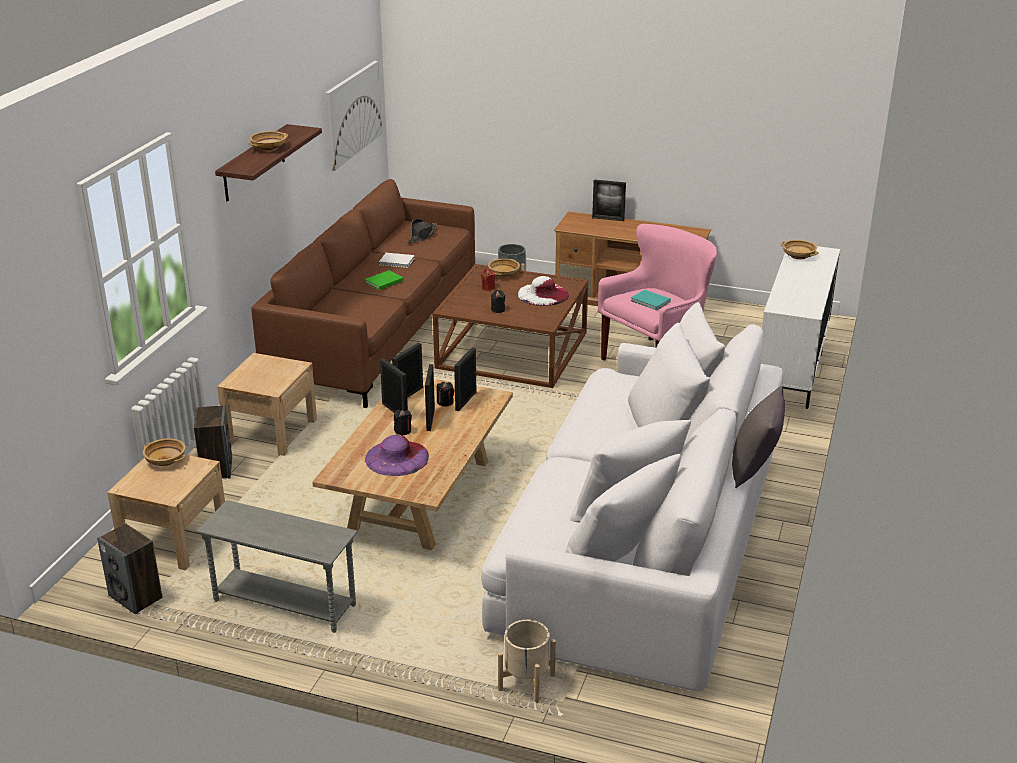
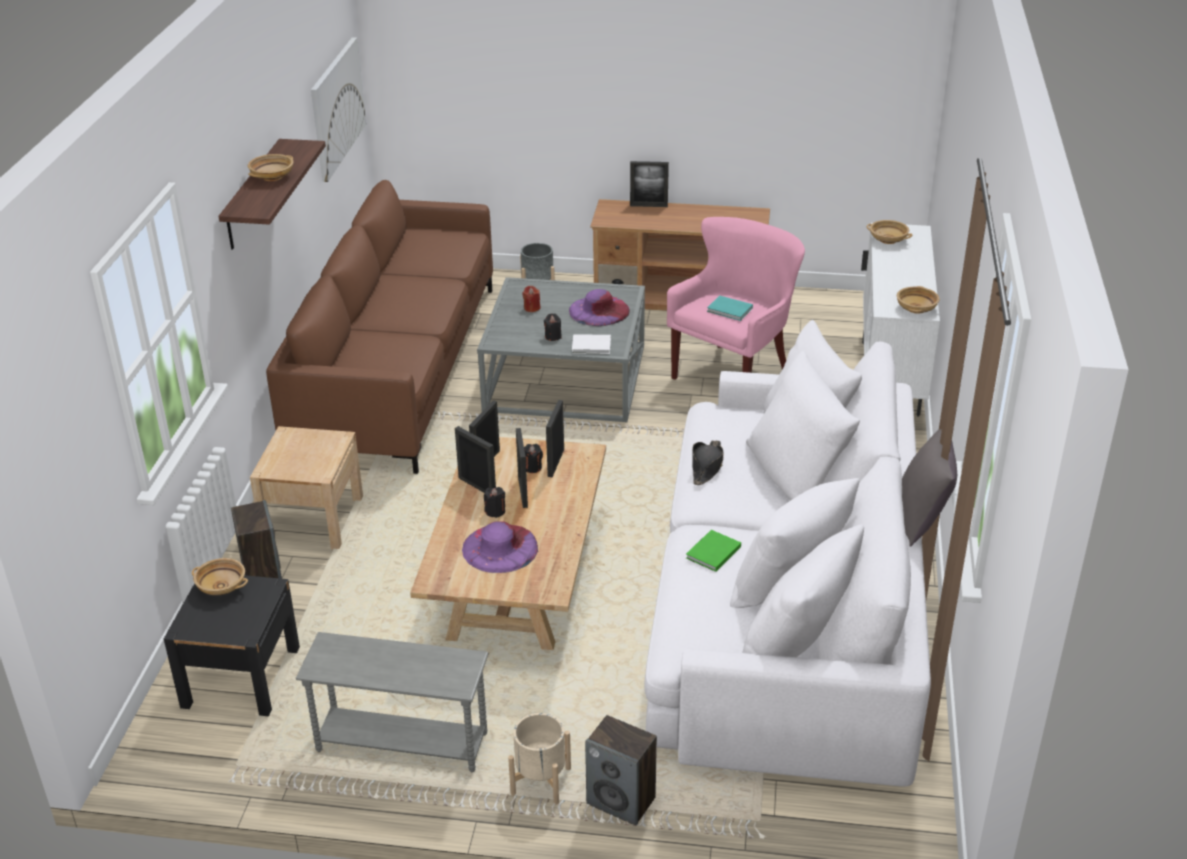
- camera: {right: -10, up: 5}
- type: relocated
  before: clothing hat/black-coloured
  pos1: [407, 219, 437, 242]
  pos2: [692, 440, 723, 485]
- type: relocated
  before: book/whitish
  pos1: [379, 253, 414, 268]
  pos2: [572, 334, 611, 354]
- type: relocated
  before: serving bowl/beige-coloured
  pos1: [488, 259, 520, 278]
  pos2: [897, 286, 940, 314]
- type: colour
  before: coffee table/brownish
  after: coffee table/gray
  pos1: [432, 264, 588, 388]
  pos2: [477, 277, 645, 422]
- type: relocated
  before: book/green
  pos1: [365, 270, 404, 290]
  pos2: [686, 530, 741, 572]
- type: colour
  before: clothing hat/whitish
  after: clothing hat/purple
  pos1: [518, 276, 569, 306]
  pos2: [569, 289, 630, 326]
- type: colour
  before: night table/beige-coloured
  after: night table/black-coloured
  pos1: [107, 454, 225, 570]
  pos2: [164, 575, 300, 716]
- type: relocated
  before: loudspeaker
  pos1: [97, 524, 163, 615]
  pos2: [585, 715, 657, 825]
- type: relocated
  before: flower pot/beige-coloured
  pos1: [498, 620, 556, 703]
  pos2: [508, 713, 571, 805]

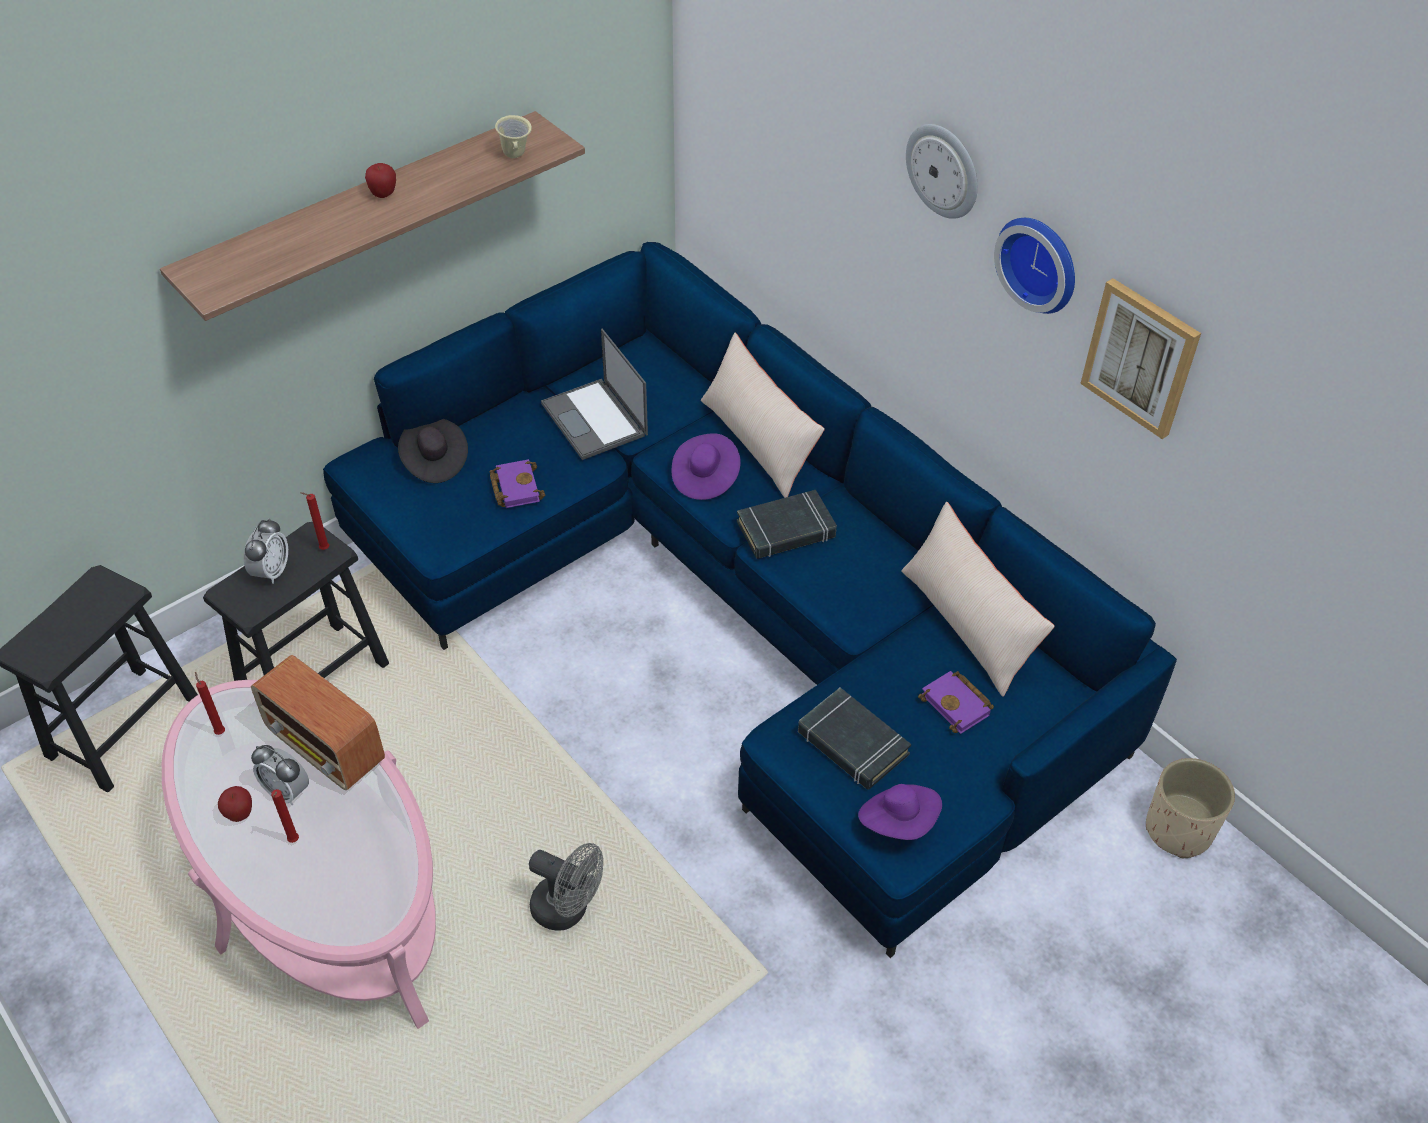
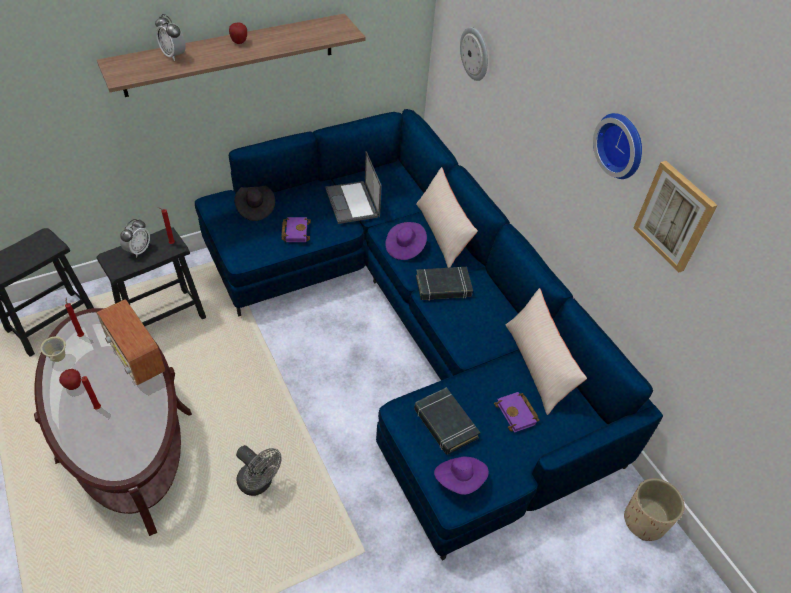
- camera: {right: 10, up: 0}
- type: relocated
  before: mug/beige-coloured
  pos1: [495, 115, 532, 158]
  pos2: [41, 336, 66, 362]
- type: relocated
  before: clock on the wall
  pos1: [906, 124, 978, 219]
  pos2: [460, 27, 488, 81]
- type: colour
  before: coffee table/pinkish
  after: coffee table/brownish
  pos1: [162, 680, 436, 1029]
  pos2: [34, 308, 192, 536]
- type: relocated
  before: alarm clock
  pos1: [251, 745, 309, 805]
  pos2: [155, 14, 186, 61]

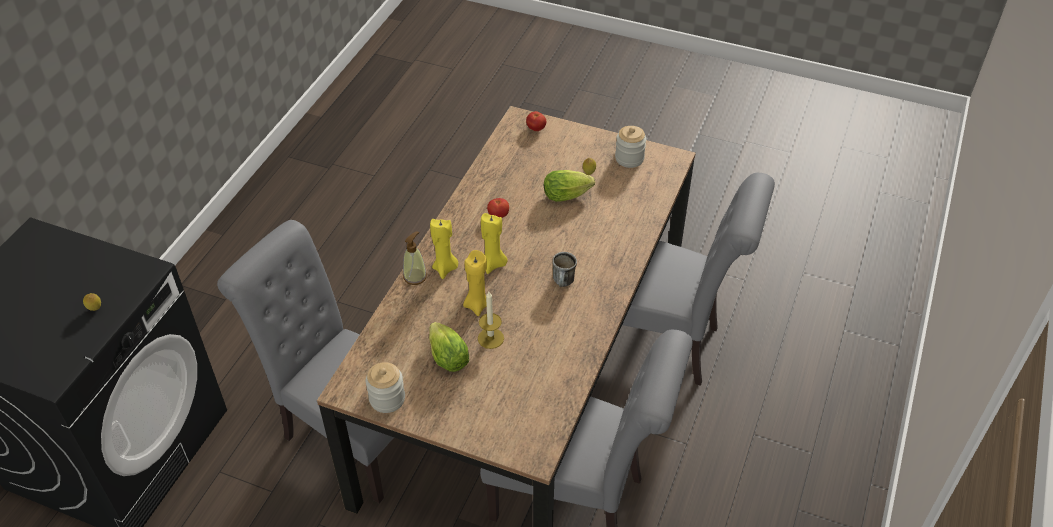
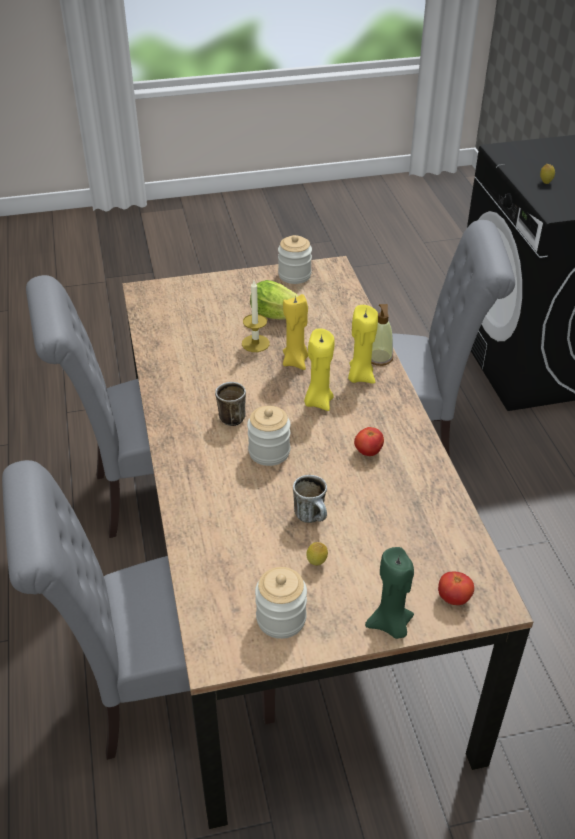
- camera: {right: 145, up: -5}
- type: exchanged
  before: head of lettuce
  after: mug
  pos1: [544, 170, 595, 202]
  pos2: [293, 475, 327, 523]
- type: appeared
  after: preserve jar
  pos2: [247, 406, 290, 466]
- type: appeared
  after: candle/green
  pos2: [365, 547, 414, 639]

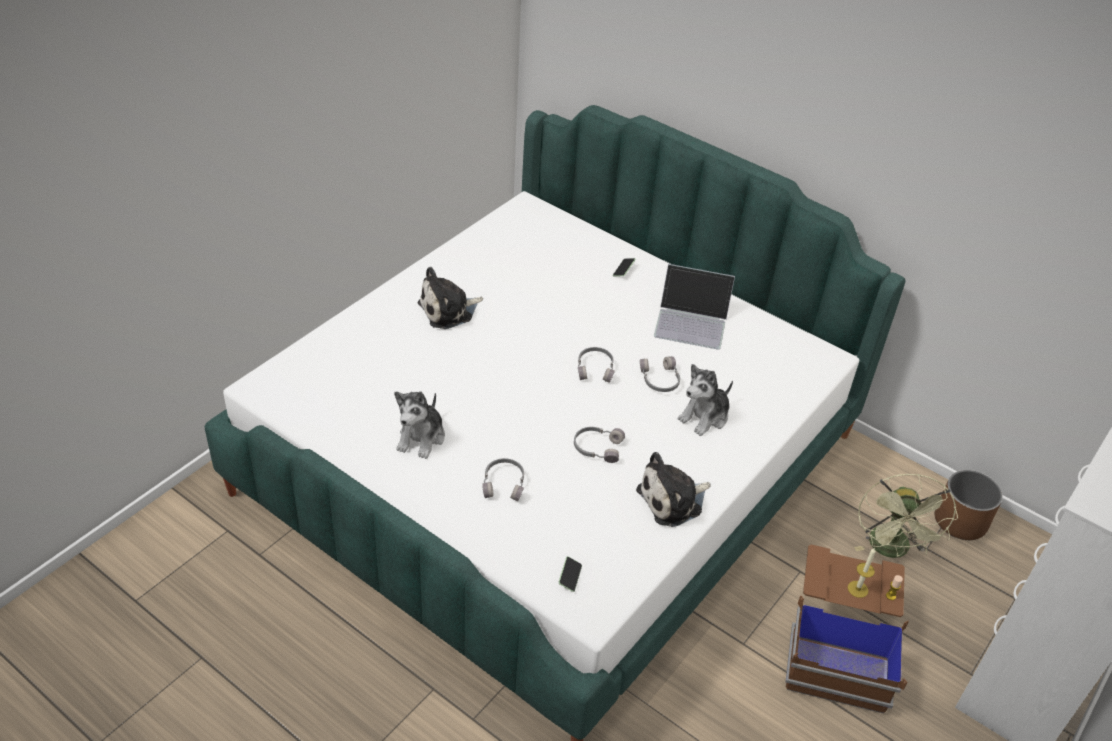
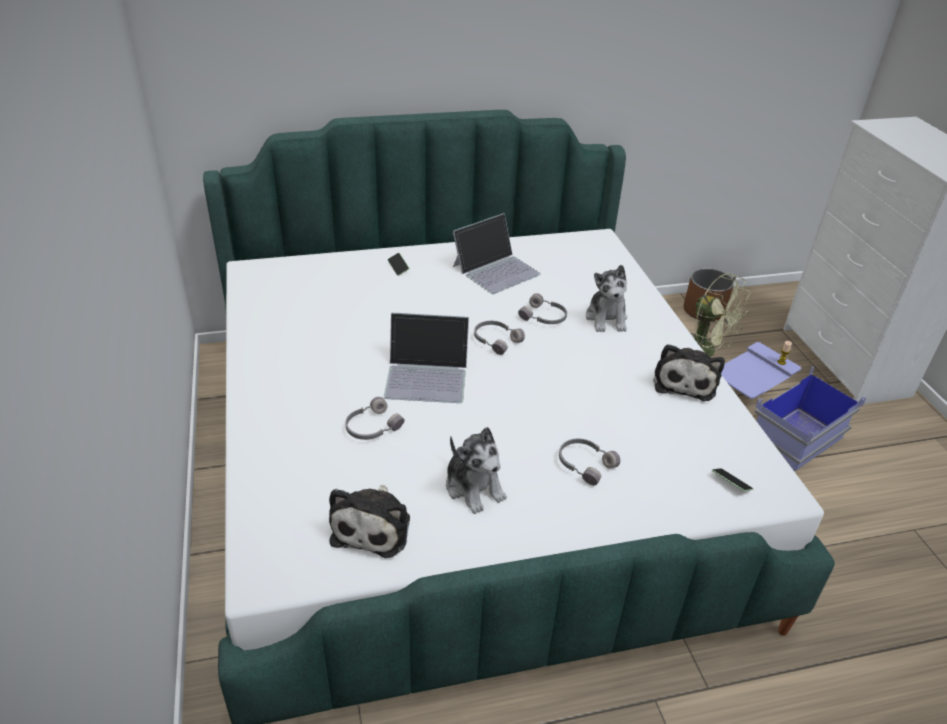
- camera: {right: -50, up: -5}
- type: relocated
  before: cuddly toy
  pos1: [418, 267, 483, 329]
  pos2: [329, 485, 410, 558]
- type: relocated
  before: pair of headphones/gray
  pos1: [574, 427, 625, 463]
  pos2: [346, 397, 405, 440]
- type: colour
  before: storage bin/brownish
  after: storage bin/bluish
  pos1: [785, 545, 909, 713]
  pos2: [721, 342, 866, 472]
- type: missing
  before: candle
  pos1: [848, 548, 876, 598]
- type: appeared
  after: laptop
  pos2: [383, 313, 469, 403]

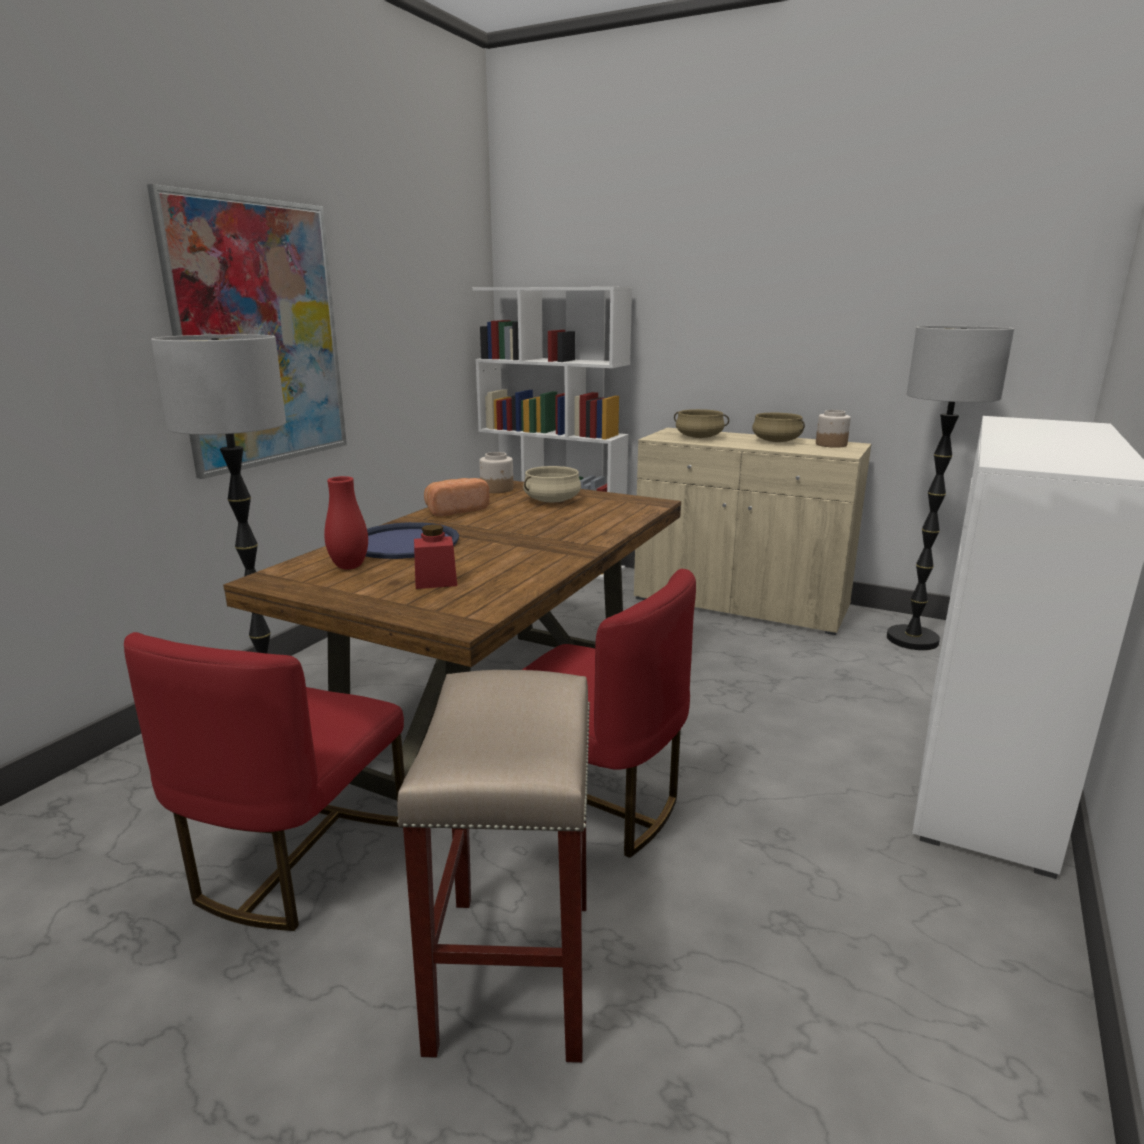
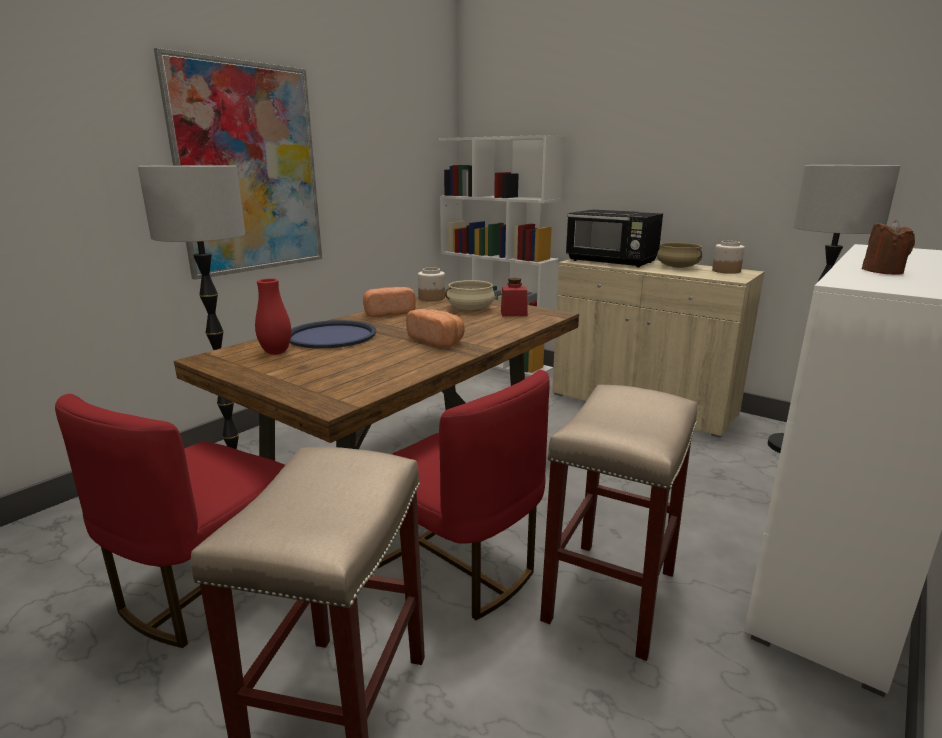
- camera: {right: 10, up: 0}
- type: exchanged
  before: cooking pot/beige-coloured
  after: microwave/black-coloured
  pos1: [674, 409, 729, 438]
  pos2: [566, 210, 663, 268]
- type: relocated
  before: preserve jar/red
  pos1: [414, 524, 457, 589]
  pos2: [501, 278, 528, 316]
- type: appeared
  after: candle/brownish
  pos2: [862, 220, 915, 275]
- type: appeared
  after: baked bread
  pos2: [406, 309, 464, 348]
- type: appeared
  after: stool/beige-coloured
  pos2: [540, 385, 697, 661]

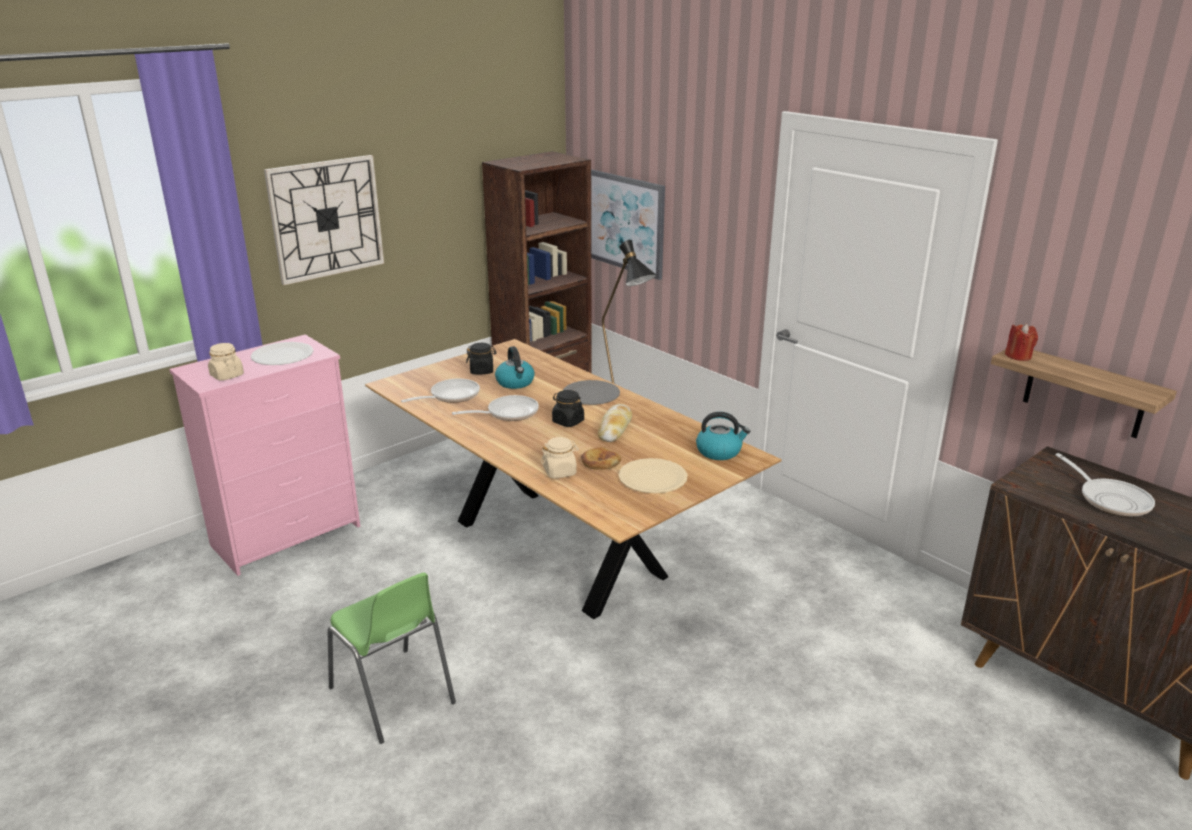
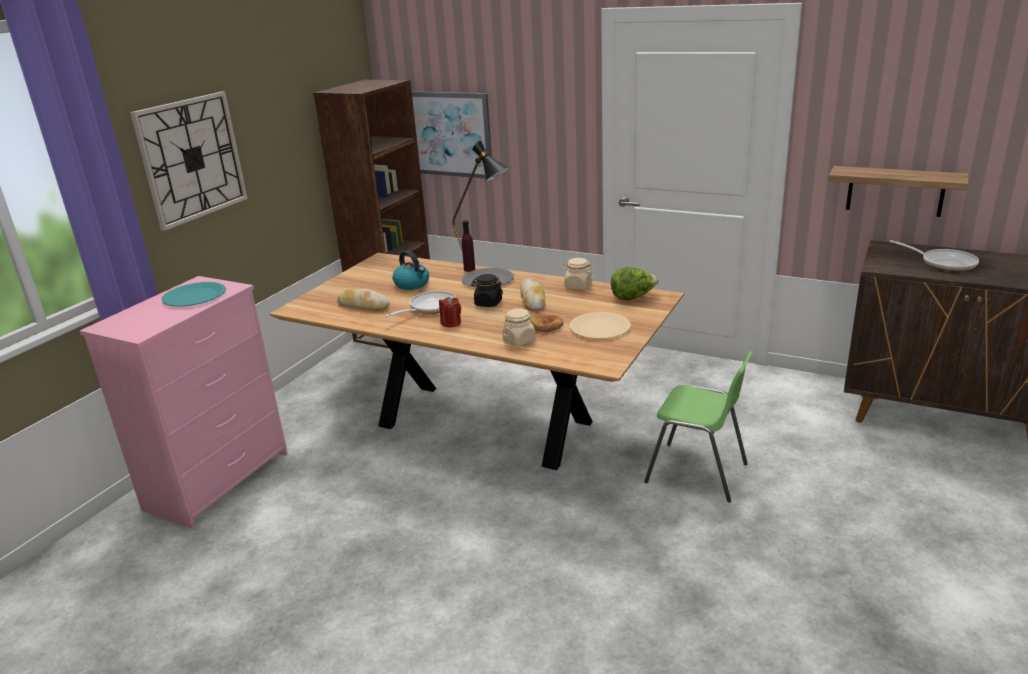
- camera: {right: -20, up: 0}
- type: relocated
  before: candle/red
  pos1: [1005, 323, 1038, 361]
  pos2: [439, 297, 461, 328]
- type: colour
  before: flat dish/whitish
  after: flat dish/blue-green
  pos1: [251, 342, 314, 365]
  pos2: [161, 282, 226, 307]
- type: relocated
  before: preserve jar/beige-coloured
  pos1: [208, 343, 244, 381]
  pos2: [563, 258, 593, 290]
- type: missing
  before: preserve jar/black-coloured
  pos1: [466, 343, 496, 374]
- type: exchanged
  before: pan
  after: baked bread
  pos1: [401, 379, 480, 403]
  pos2: [337, 289, 390, 311]
- type: exchanged
  before: tea kettle
  after: head of lettuce
  pos1: [696, 412, 750, 460]
  pos2: [611, 267, 659, 301]
- type: relocated
  before: upright chair/green
  pos1: [328, 572, 456, 744]
  pos2: [644, 351, 753, 502]
- type: appeared
  after: bottle/purple
  pos2: [462, 220, 475, 272]

